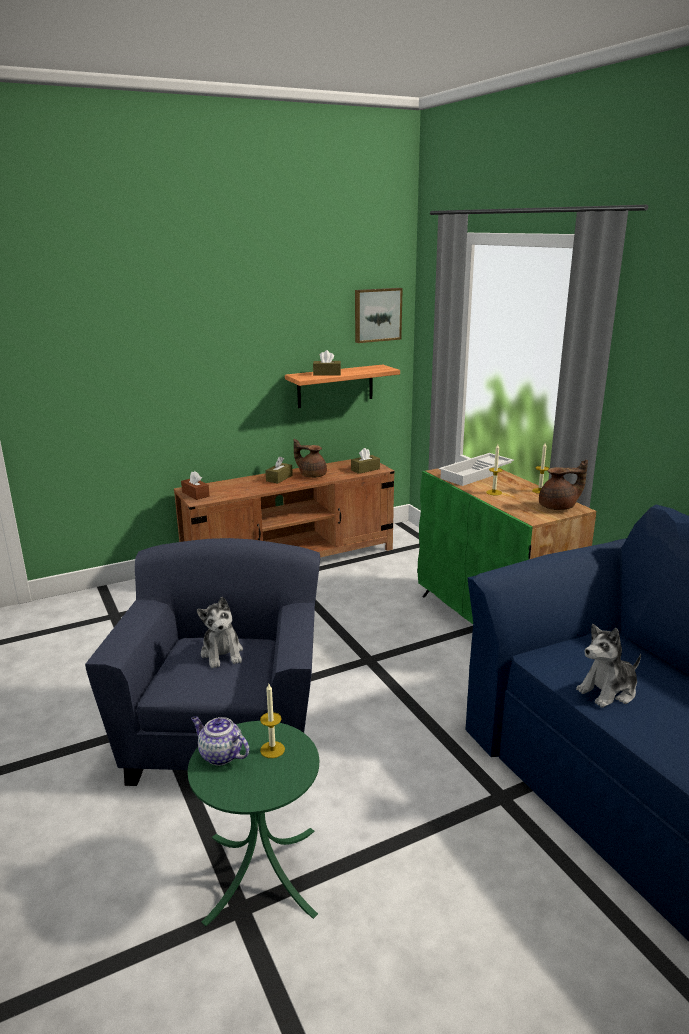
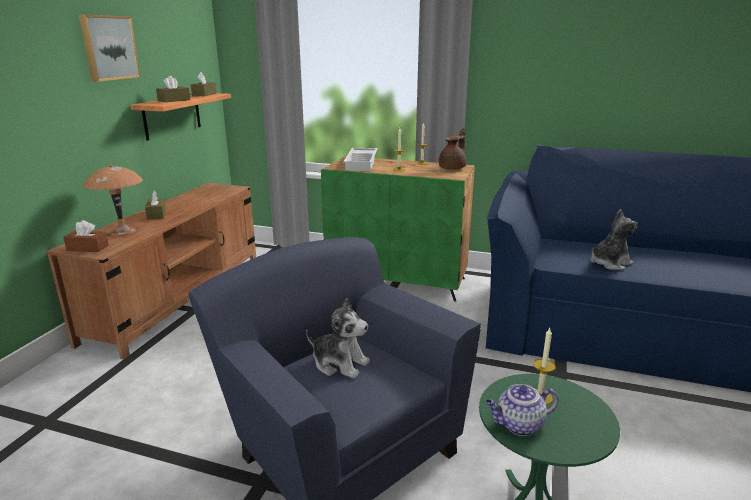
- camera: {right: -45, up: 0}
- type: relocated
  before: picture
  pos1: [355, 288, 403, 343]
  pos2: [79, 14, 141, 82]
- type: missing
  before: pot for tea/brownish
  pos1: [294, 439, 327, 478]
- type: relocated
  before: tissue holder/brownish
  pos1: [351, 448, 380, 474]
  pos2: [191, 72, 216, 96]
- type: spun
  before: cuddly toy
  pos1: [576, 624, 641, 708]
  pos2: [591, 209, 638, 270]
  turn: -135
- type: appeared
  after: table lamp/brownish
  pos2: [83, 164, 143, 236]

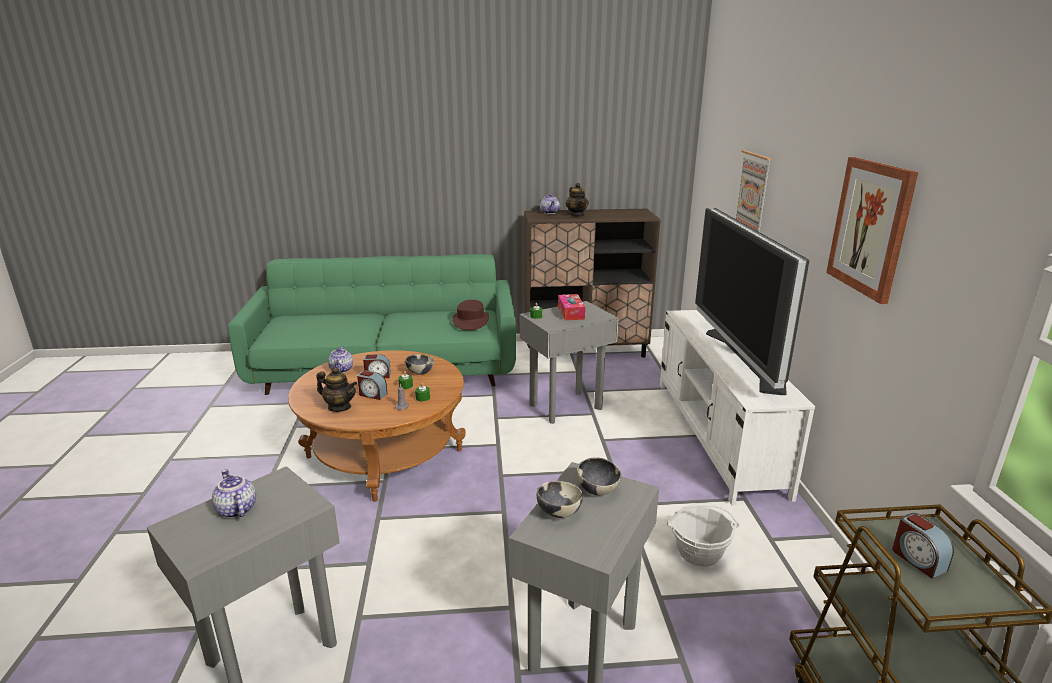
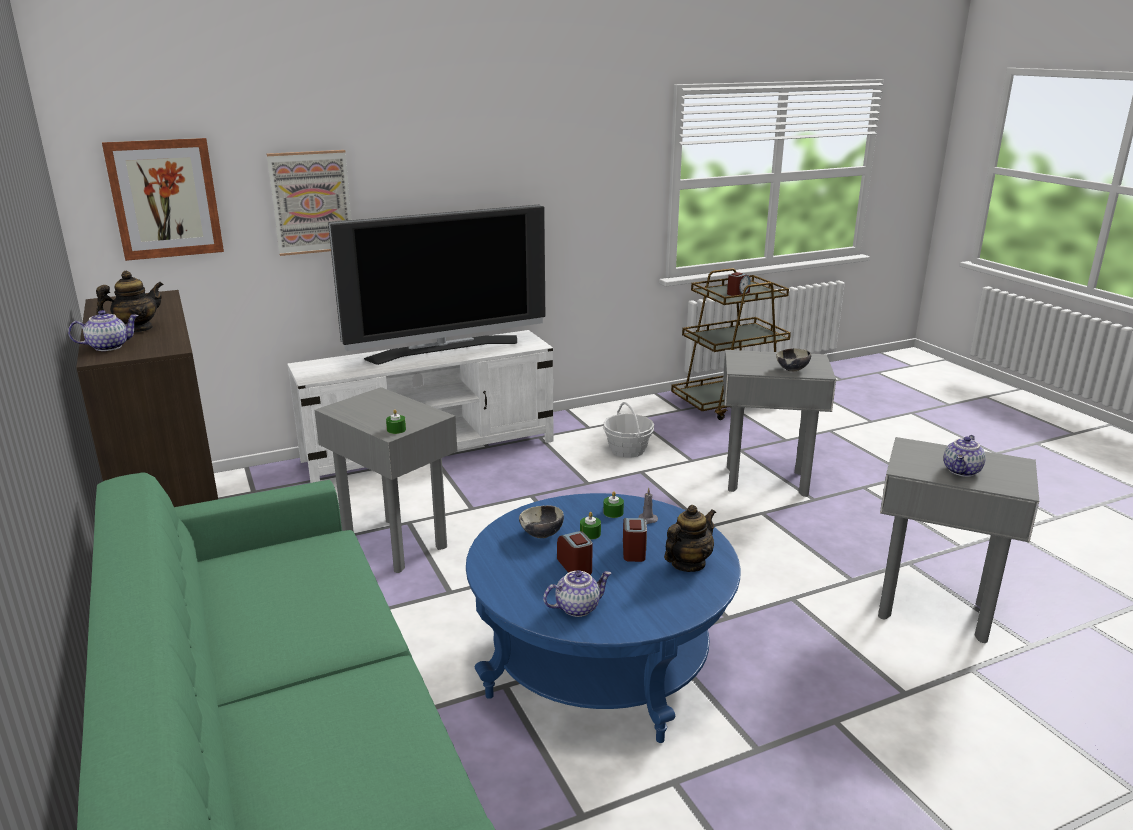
- camera: {right: -110, up: 0}
- type: relocated
  before: picture
  pos1: [826, 157, 919, 304]
  pos2: [102, 138, 224, 261]
- type: missing
  before: tissue holder
  pos1: [558, 294, 585, 320]
- type: missing
  before: clothing hat/brownish
  pos1: [452, 300, 489, 330]
- type: colour
  before: coffee table/brownish
  after: coffee table/bluish
  pos1: [288, 350, 465, 502]
  pos2: [466, 493, 741, 743]
- type: spun
  before: pot for tea
  pos1: [317, 367, 357, 412]
  pos2: [664, 505, 716, 572]
  turn: 45
- type: missing
  before: serving bowl
  pos1: [577, 457, 621, 495]

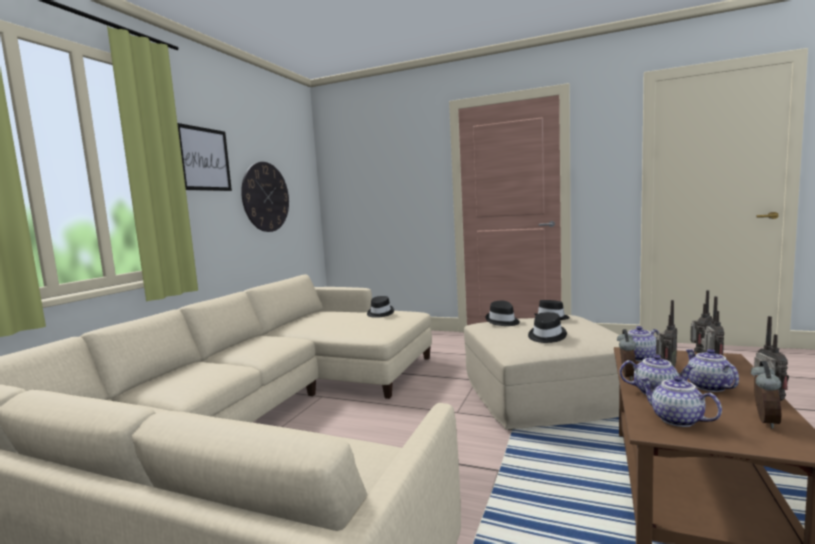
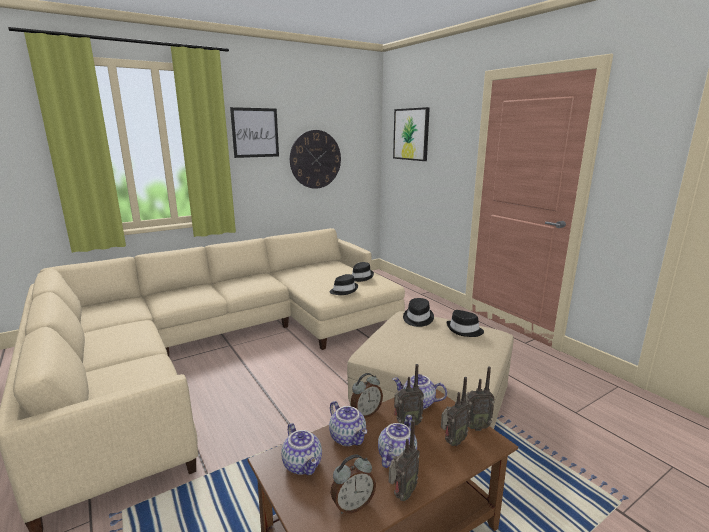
- camera: {right: 35, up: 10}
- type: relocated
  before: clothing hat/black-coloured
  pos1: [528, 312, 567, 343]
  pos2: [329, 274, 358, 295]
- type: spun
  before: pot for tea
  pos1: [640, 376, 722, 427]
  pos2: [281, 423, 322, 475]
  turn: 150
- type: appeared
  after: picture
  pos2: [393, 107, 430, 161]

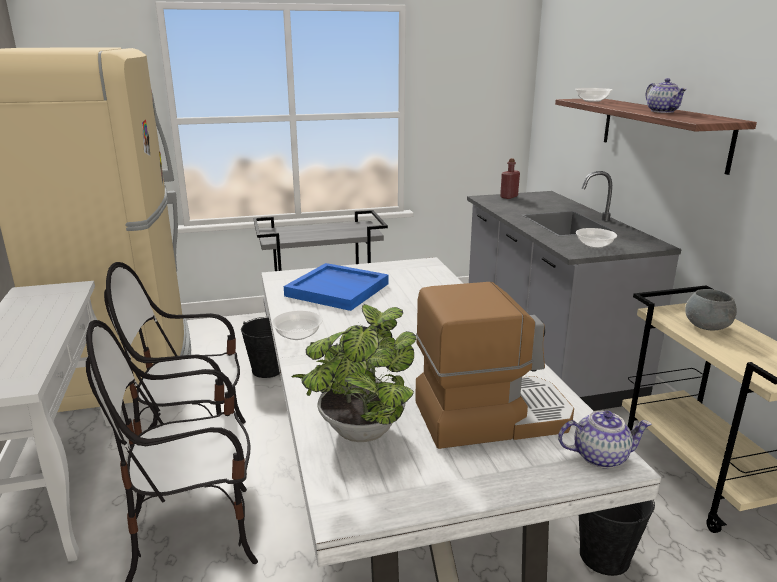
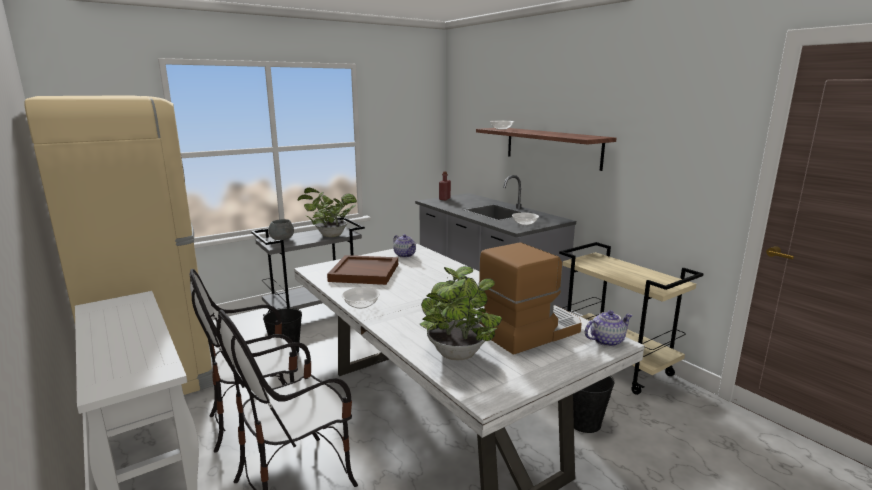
- camera: {right: -20, up: -5}
- type: relocated
  before: pot for tea
  pos1: [645, 78, 687, 113]
  pos2: [393, 234, 416, 258]
- type: colour
  before: serving tray/bluish
  after: serving tray/brownish
  pos1: [284, 263, 388, 311]
  pos2: [327, 255, 398, 285]
- type: relocated
  before: serving bowl/gray
  pos1: [685, 289, 737, 330]
  pos2: [268, 219, 294, 240]
- type: appeared
  after: houseplant
  pos2: [298, 188, 357, 237]

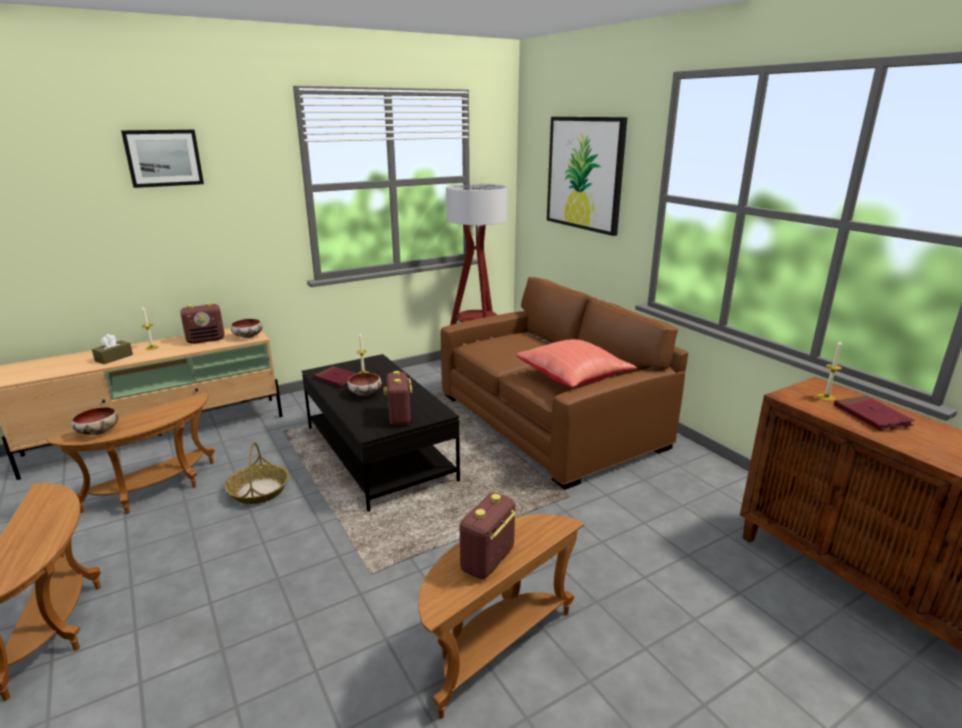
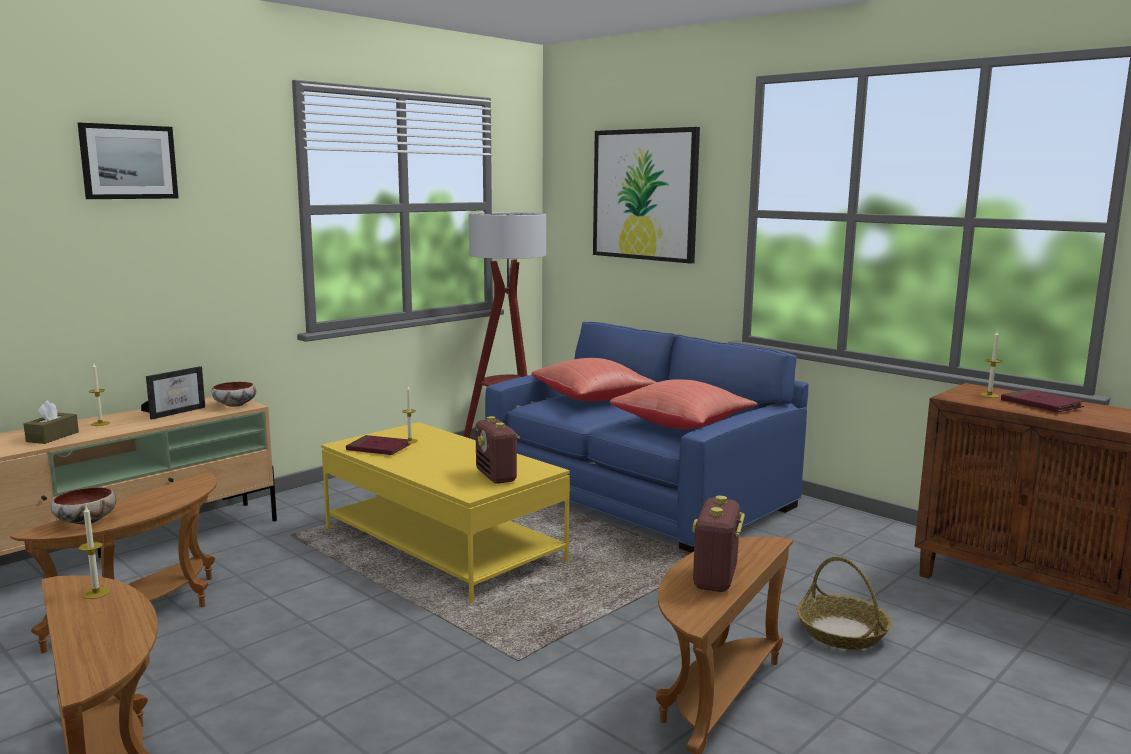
- camera: {right: -15, up: -10}
- type: colour
  before: sofa/brownish
  after: sofa/bluish
  pos1: [441, 277, 688, 490]
  pos2: [485, 322, 809, 553]
- type: exchanged
  before: radio
  after: photo frame
  pos1: [180, 303, 225, 344]
  pos2: [141, 366, 205, 419]
- type: colour
  before: coffee table/black-coloured
  after: coffee table/yellow-coloured
  pos1: [302, 354, 460, 512]
  pos2: [321, 422, 570, 603]
- type: missing
  before: serving bowl
  pos1: [347, 373, 382, 396]
- type: relocated
  before: basket
  pos1: [225, 442, 289, 504]
  pos2: [797, 557, 892, 649]
- type: appeared
  after: pillow/red
  pos2: [531, 358, 657, 401]
- type: appeared
  after: candle
  pos2: [79, 506, 110, 599]

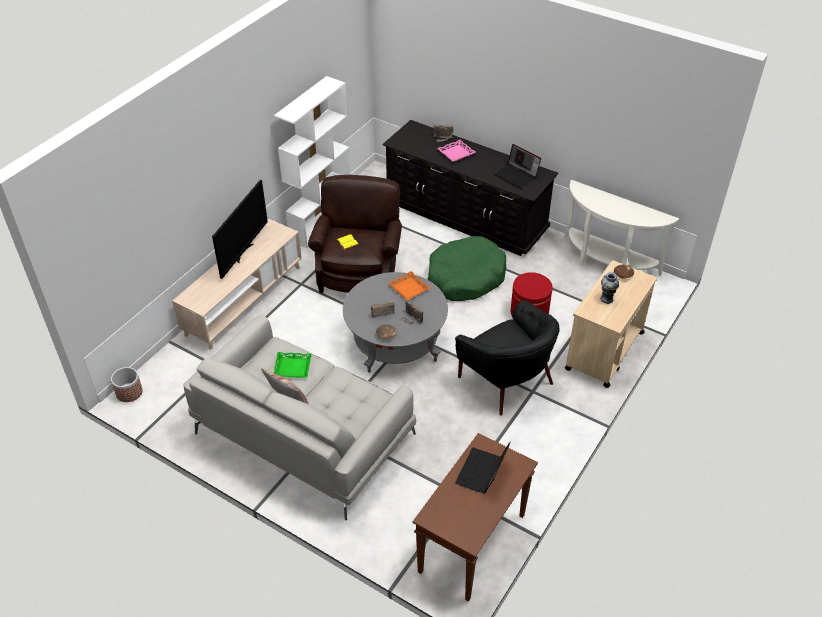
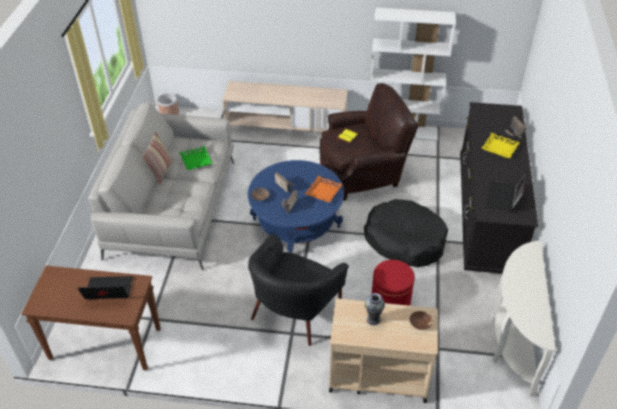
- camera: {right: 65, up: 0}
- type: colour
  before: serving tray/pinkish
  after: serving tray/yellow-coloured
  pos1: [437, 139, 475, 162]
  pos2: [482, 133, 520, 158]
- type: missing
  before: TV set
  pos1: [212, 180, 268, 279]
- type: colour
  before: pet bed/green
  after: pet bed/black-coloured
  pos1: [428, 236, 506, 301]
  pos2: [364, 199, 448, 267]
- type: colour
  before: coffee table/gray
  after: coffee table/bluish
  pos1: [343, 272, 448, 373]
  pos2: [248, 160, 344, 253]

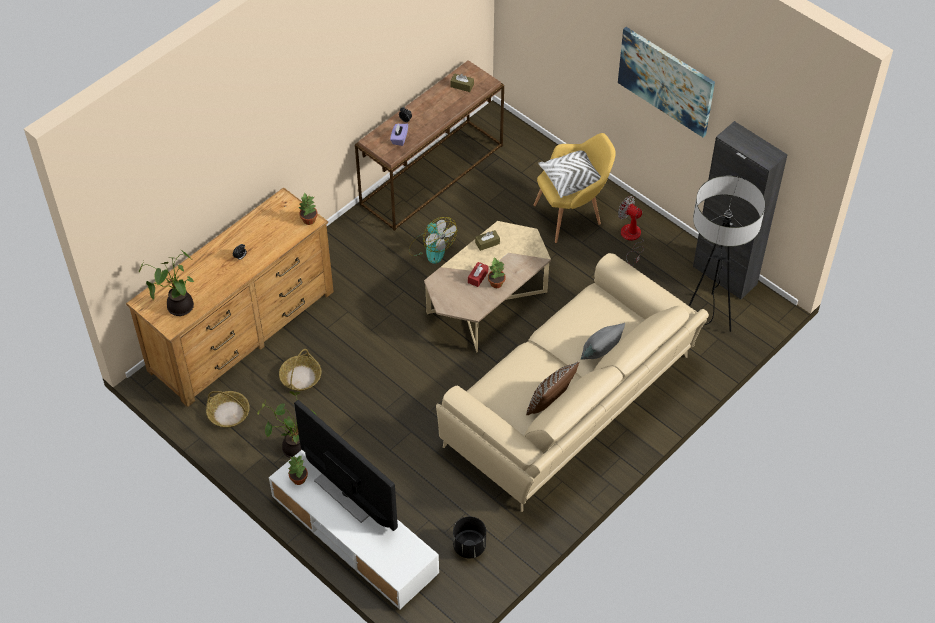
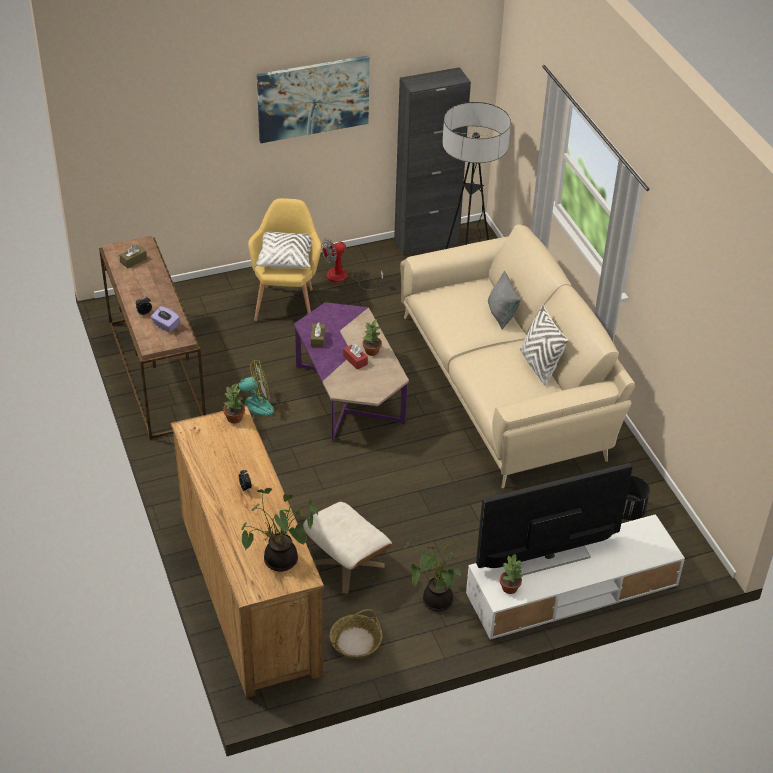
- camera: {right: -65, up: -10}
- type: colour
  before: coffee table/beige-coloured
  after: coffee table/purple
  pos1: [424, 221, 551, 353]
  pos2: [294, 302, 409, 441]
- type: exchanged
  before: basket
  after: ottoman/beige-coloured
  pos1: [279, 349, 322, 391]
  pos2: [303, 502, 392, 594]
- type: colour
  before: pillow/brownish
  after: pillow/whitish
  pos1: [526, 362, 579, 415]
  pos2: [520, 304, 568, 385]

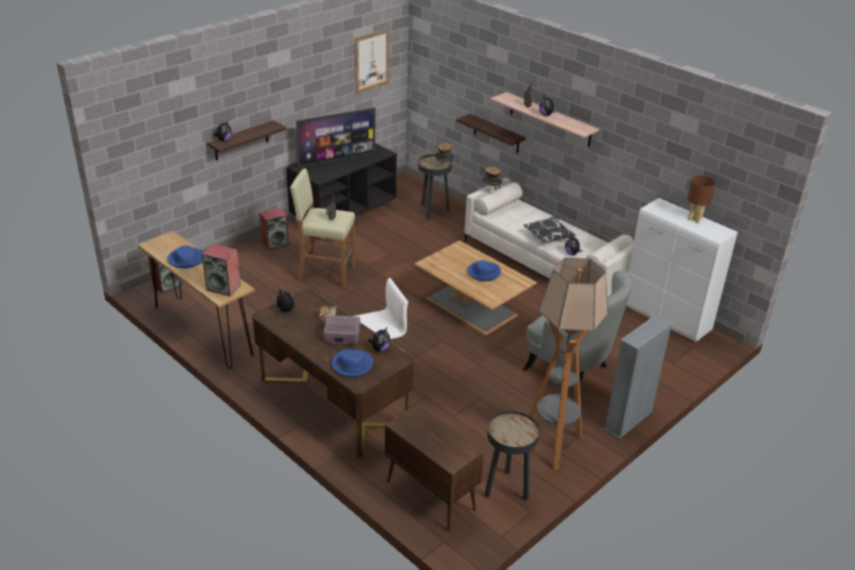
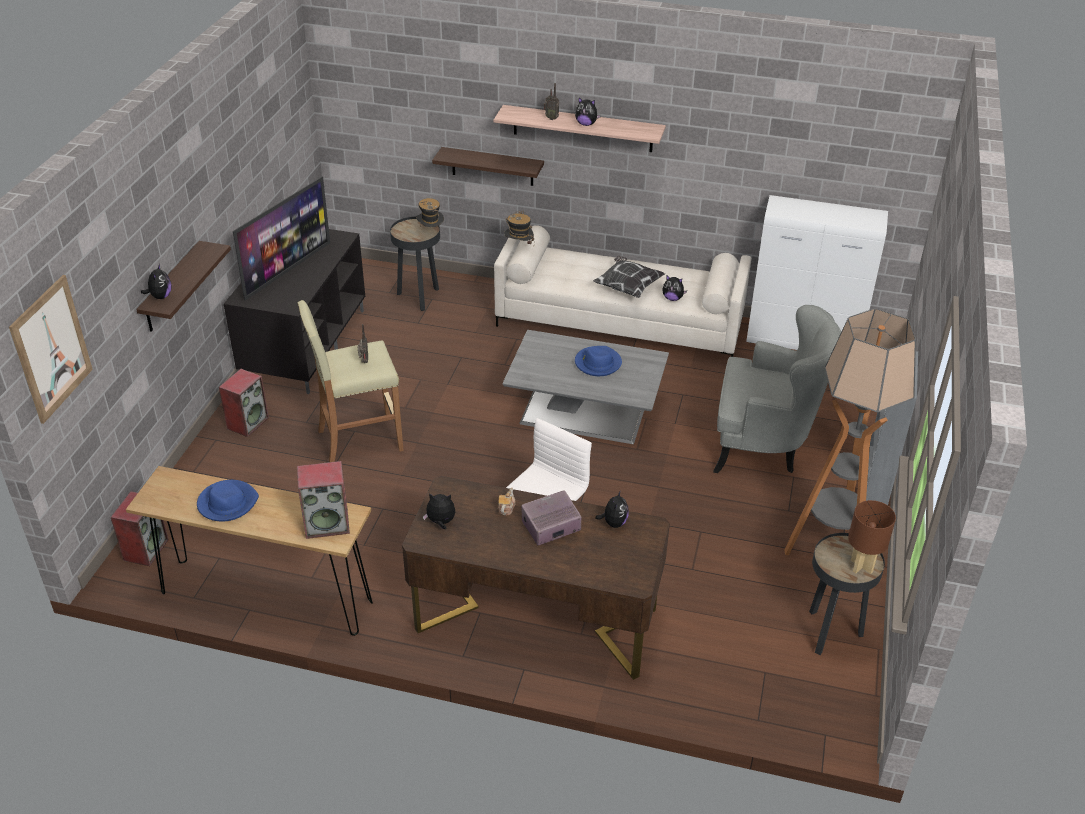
- camera: {right: -30, up: 5}
- type: relocated
  before: picture
  pos1: [354, 28, 389, 94]
  pos2: [9, 275, 93, 424]
- type: relocated
  before: table lamp/brownish
  pos1: [687, 175, 716, 223]
  pos2: [848, 500, 896, 574]
- type: colour
  before: coffee table/brownish
  after: coffee table/gray
  pos1: [414, 240, 537, 335]
  pos2: [502, 330, 669, 444]
- type: missing
  before: clothing hat/bluish
  pos1: [331, 349, 373, 377]
- type: missing
  before: cabinet/brownish
  pos1: [385, 405, 484, 531]

